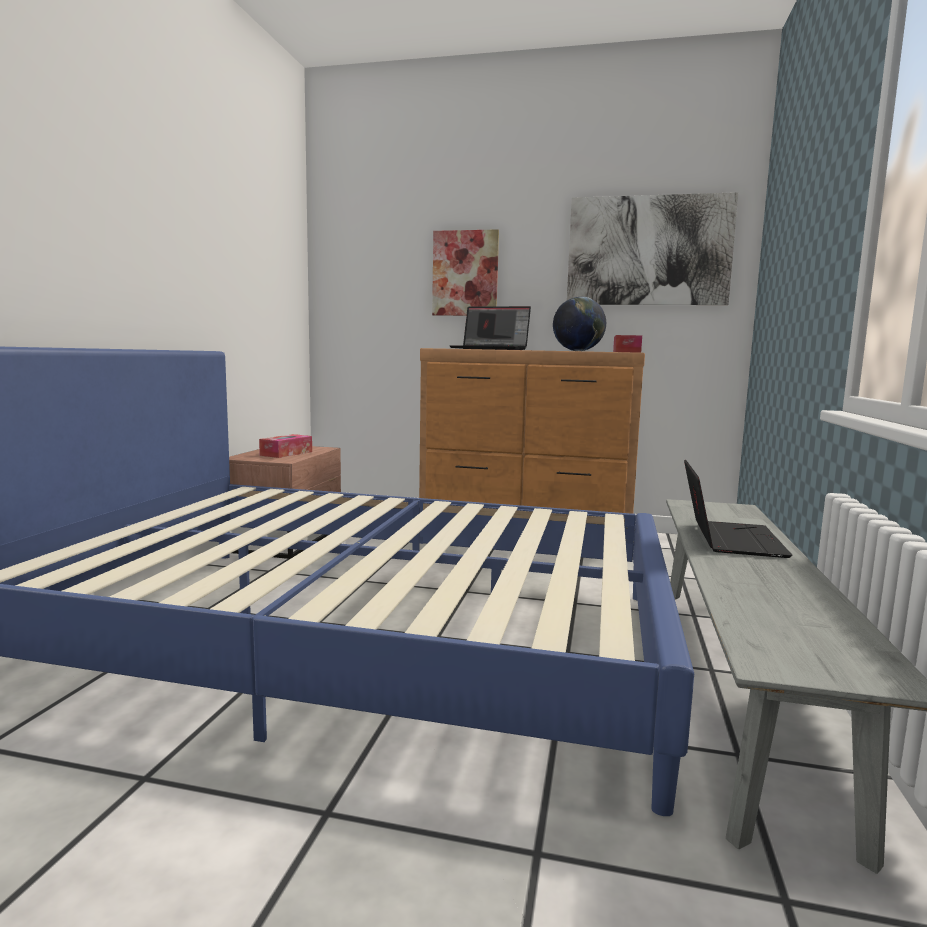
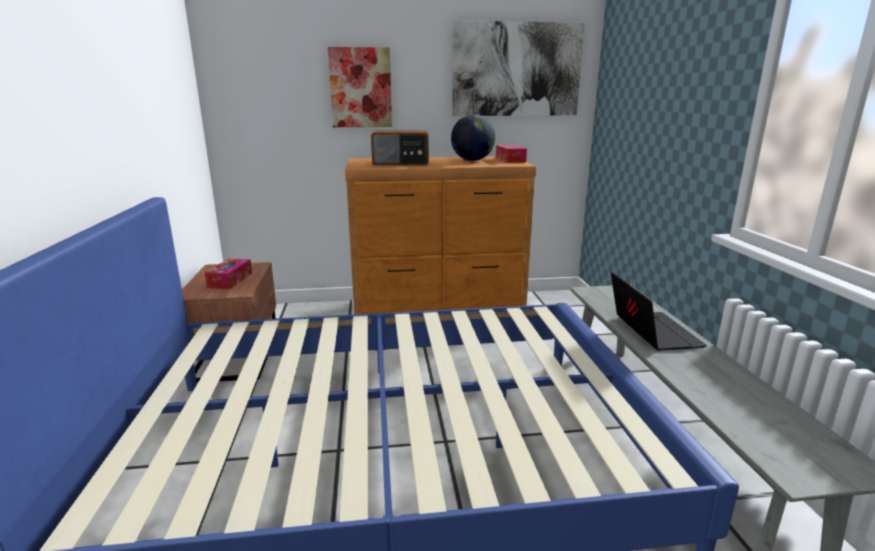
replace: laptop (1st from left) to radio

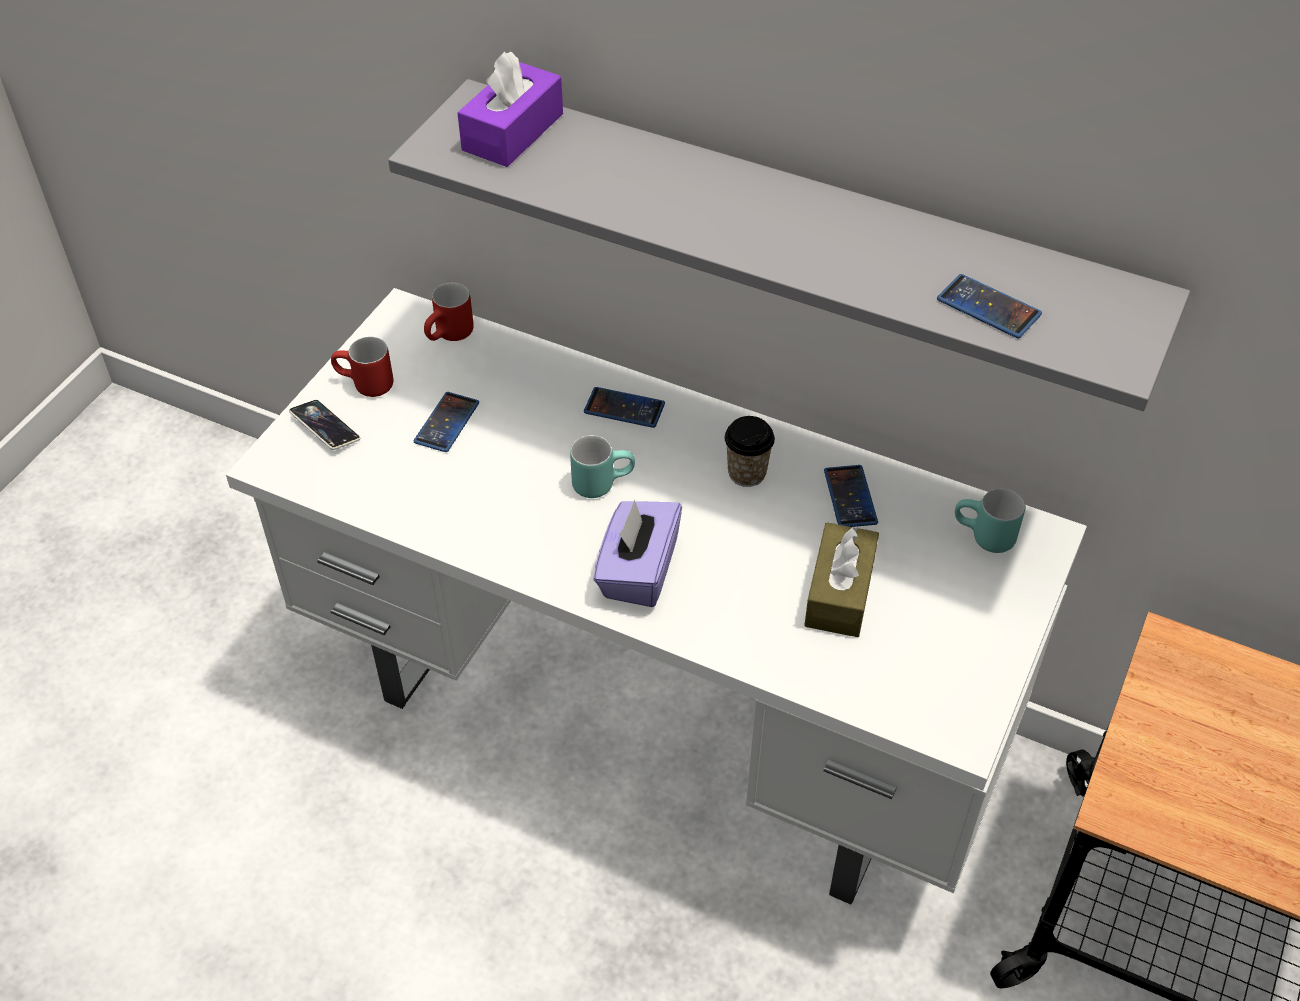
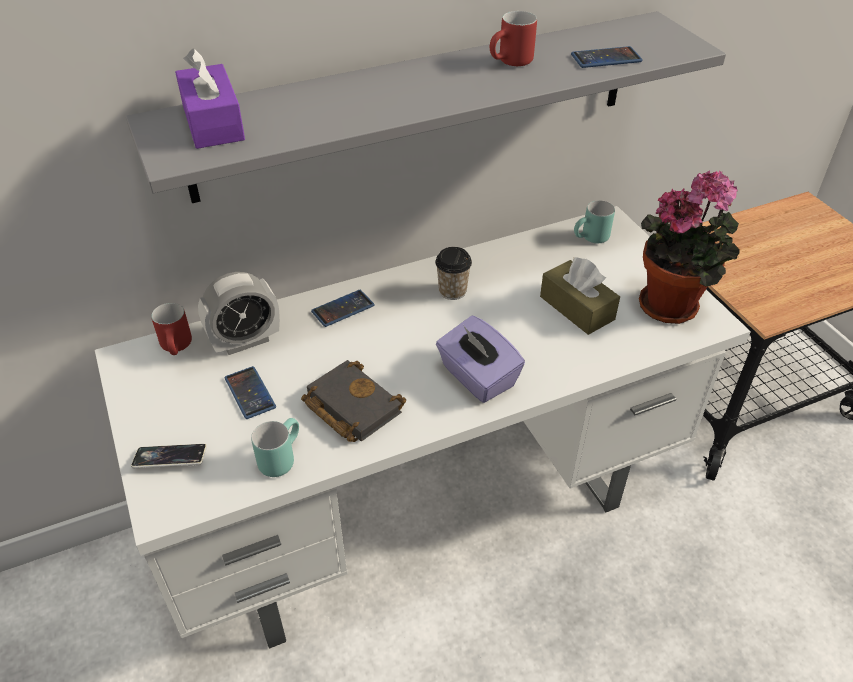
delete: phone (4th from left)
insert: alarm clock; black book; potted plant
move: red mug (1st from left in the first image) to red mug (2nd from left); turquoise mug (1st from left)

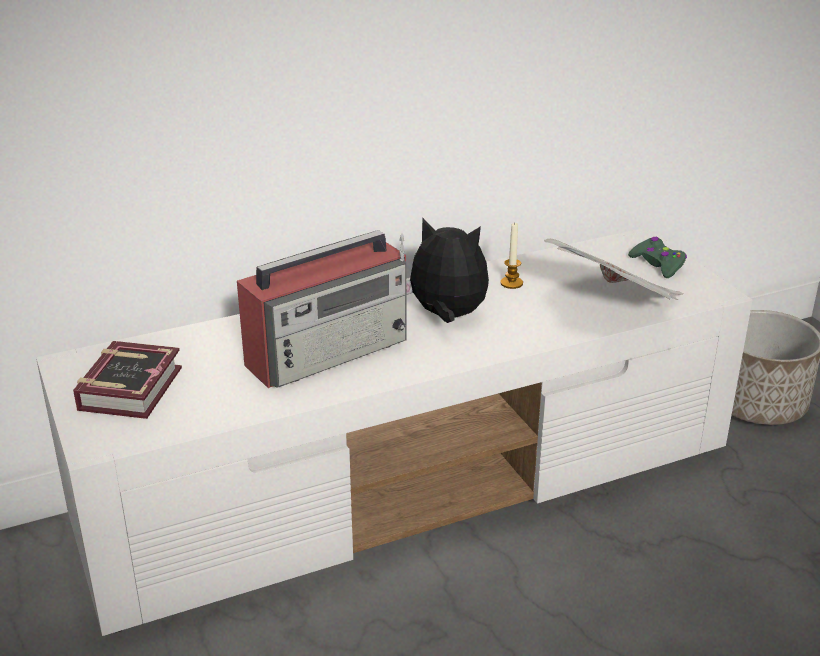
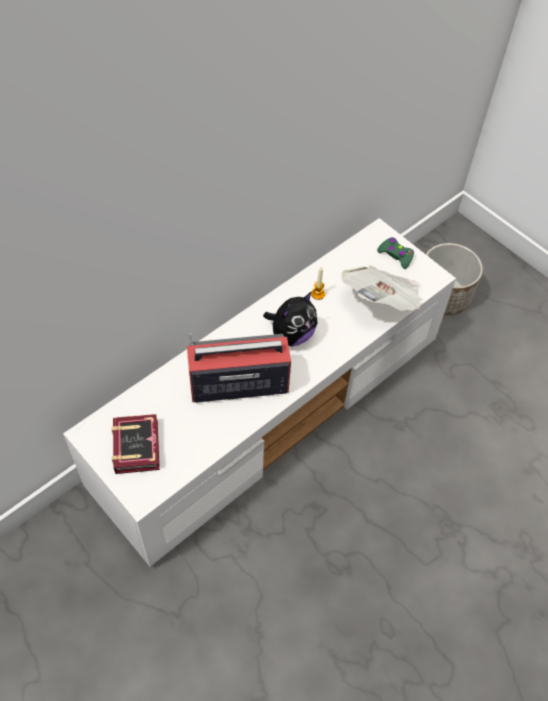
rotate: radio 135 degrees counterclockwise; plush toy 135 degrees clockwise

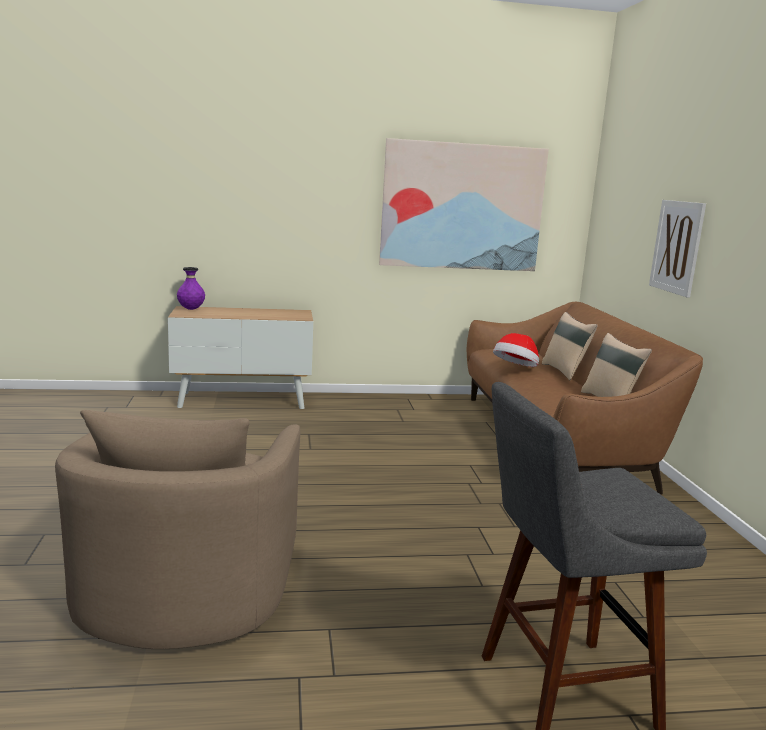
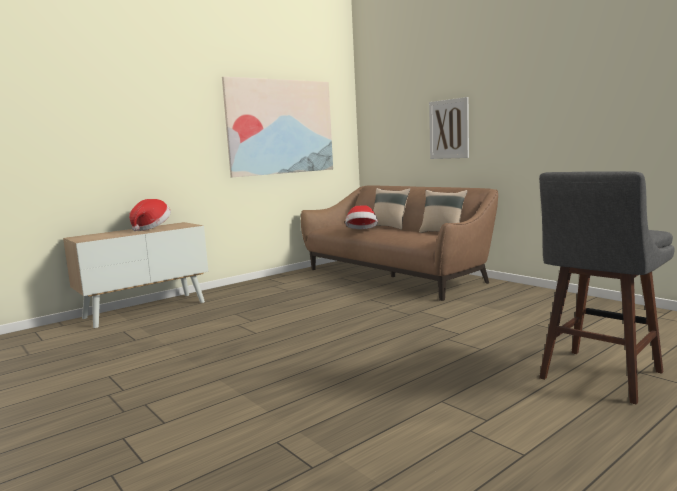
delete: beige armchair; purple vase
insert: hat (1st from left)

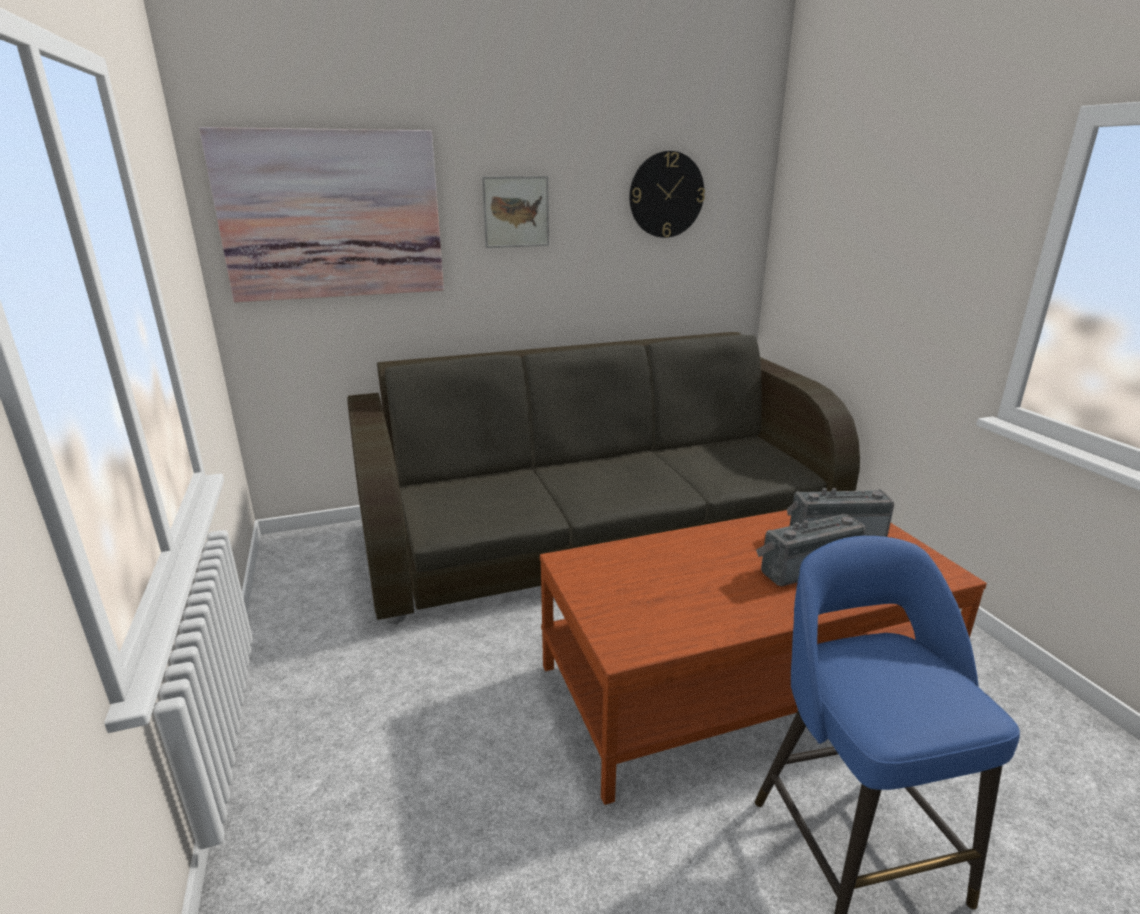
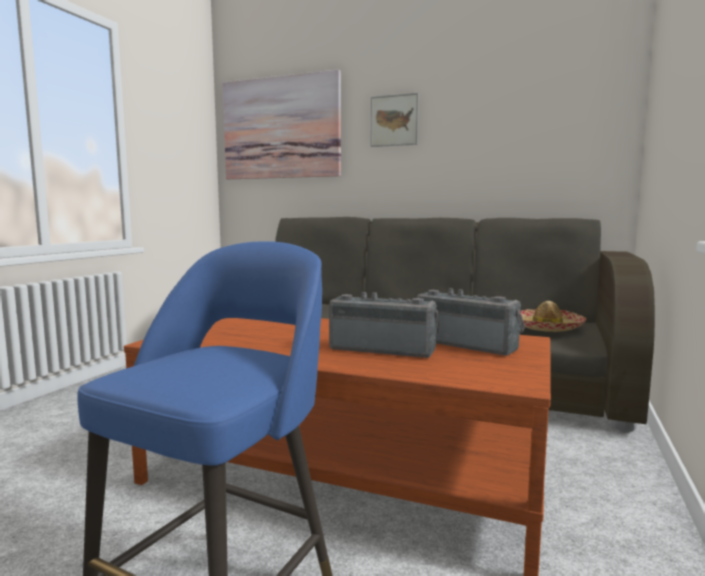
delete: wall clock
insert: hat

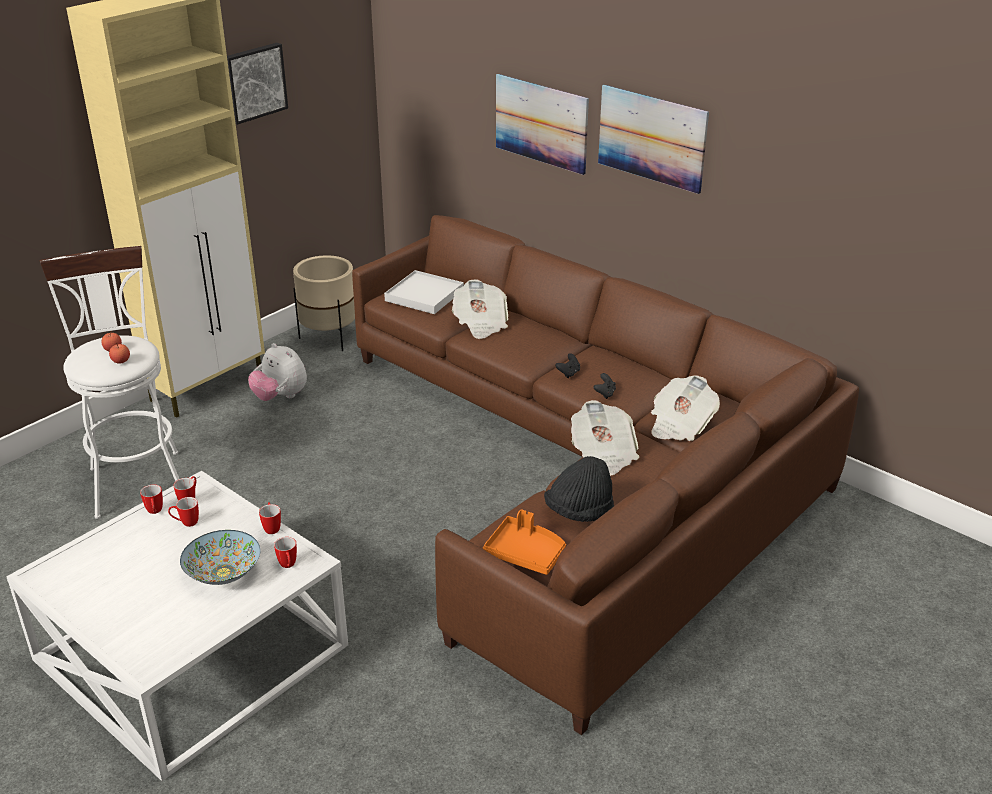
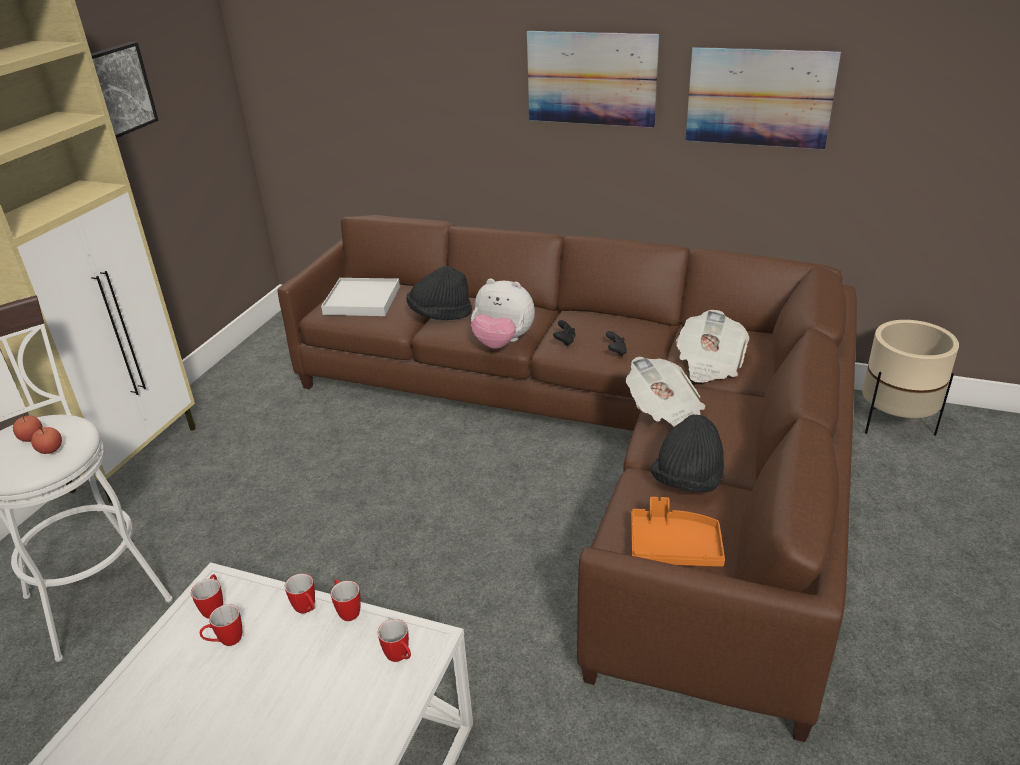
delete: bowl
move: mug (1st from left in the first image) to mug (3rd from left); plush toy; beige planter; picture (2nd from left in the first image) to picture (3rd from left)
replace: newspaper (1st from left) to black hat (1st from left)

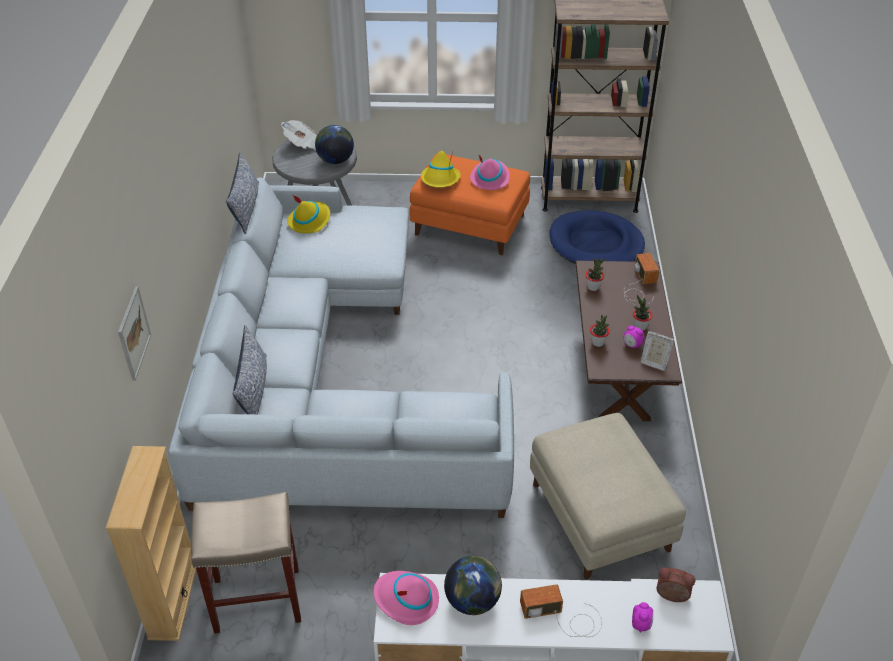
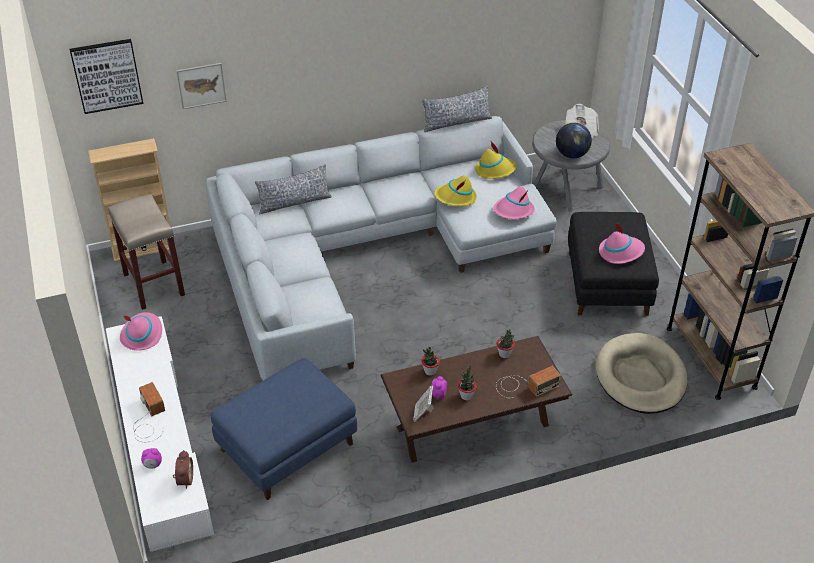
delete: globe (2nd from left)
insert: picture (1st from left); pink hat (2nd from left)
move: yellow hat (2nd from left in the first image) to yellow hat (1st from left)
recolor: orange ottoman to black ottoman; beige ottoman to blue ottoman; blue dog bed to beige dog bed

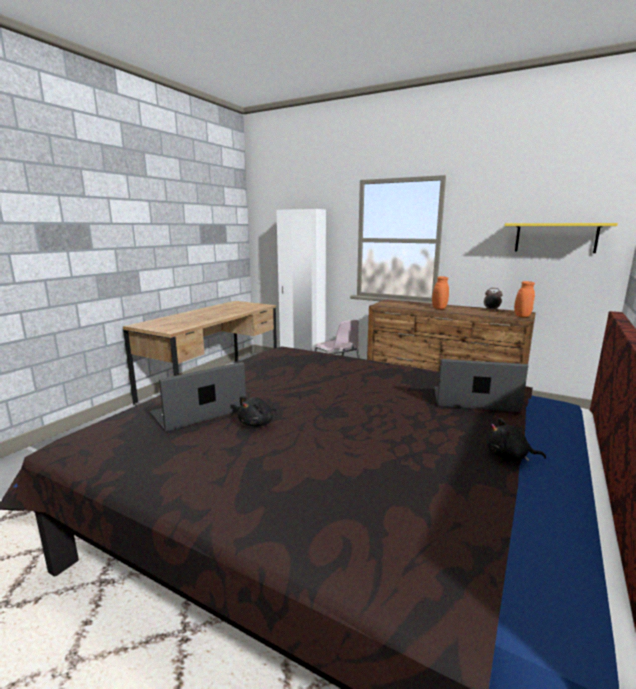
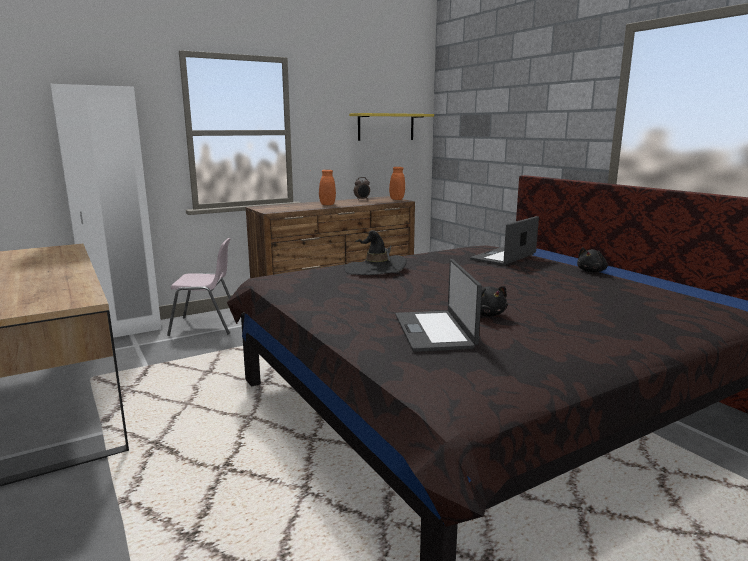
insert: black hat

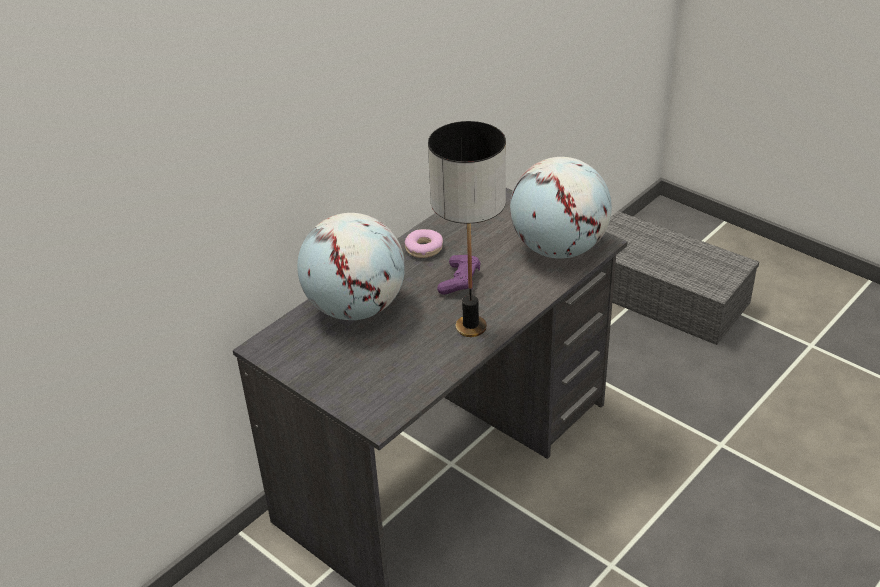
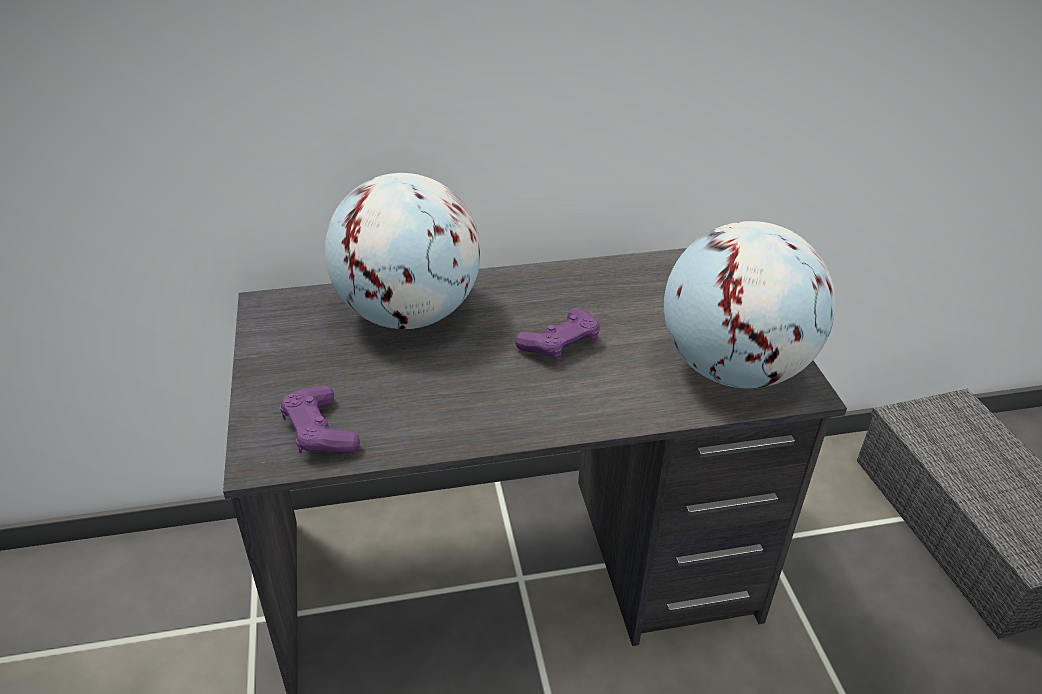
delete: donut; table lamp
insert: purple game controller (1st from left)

